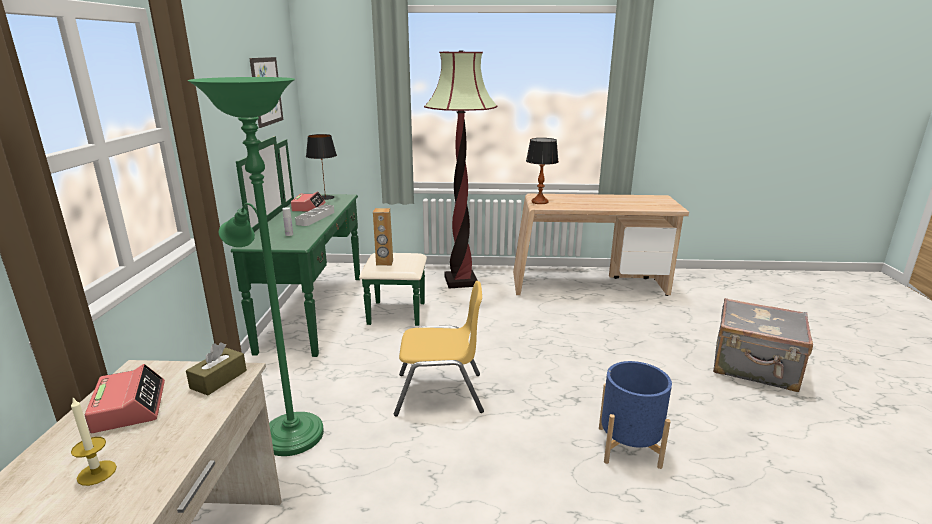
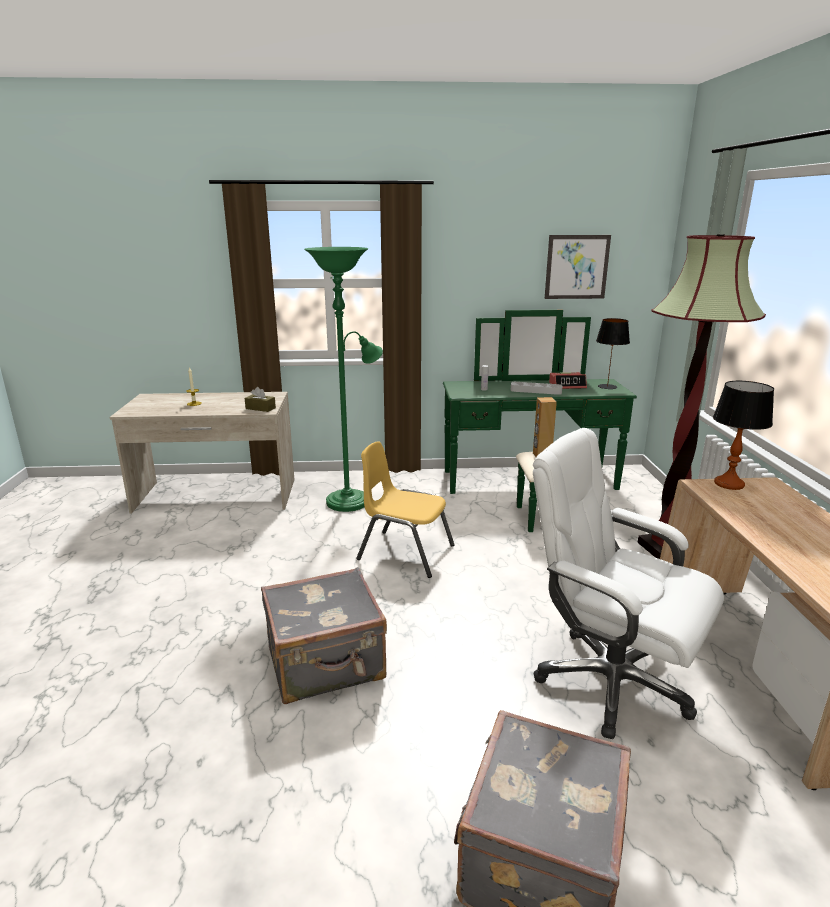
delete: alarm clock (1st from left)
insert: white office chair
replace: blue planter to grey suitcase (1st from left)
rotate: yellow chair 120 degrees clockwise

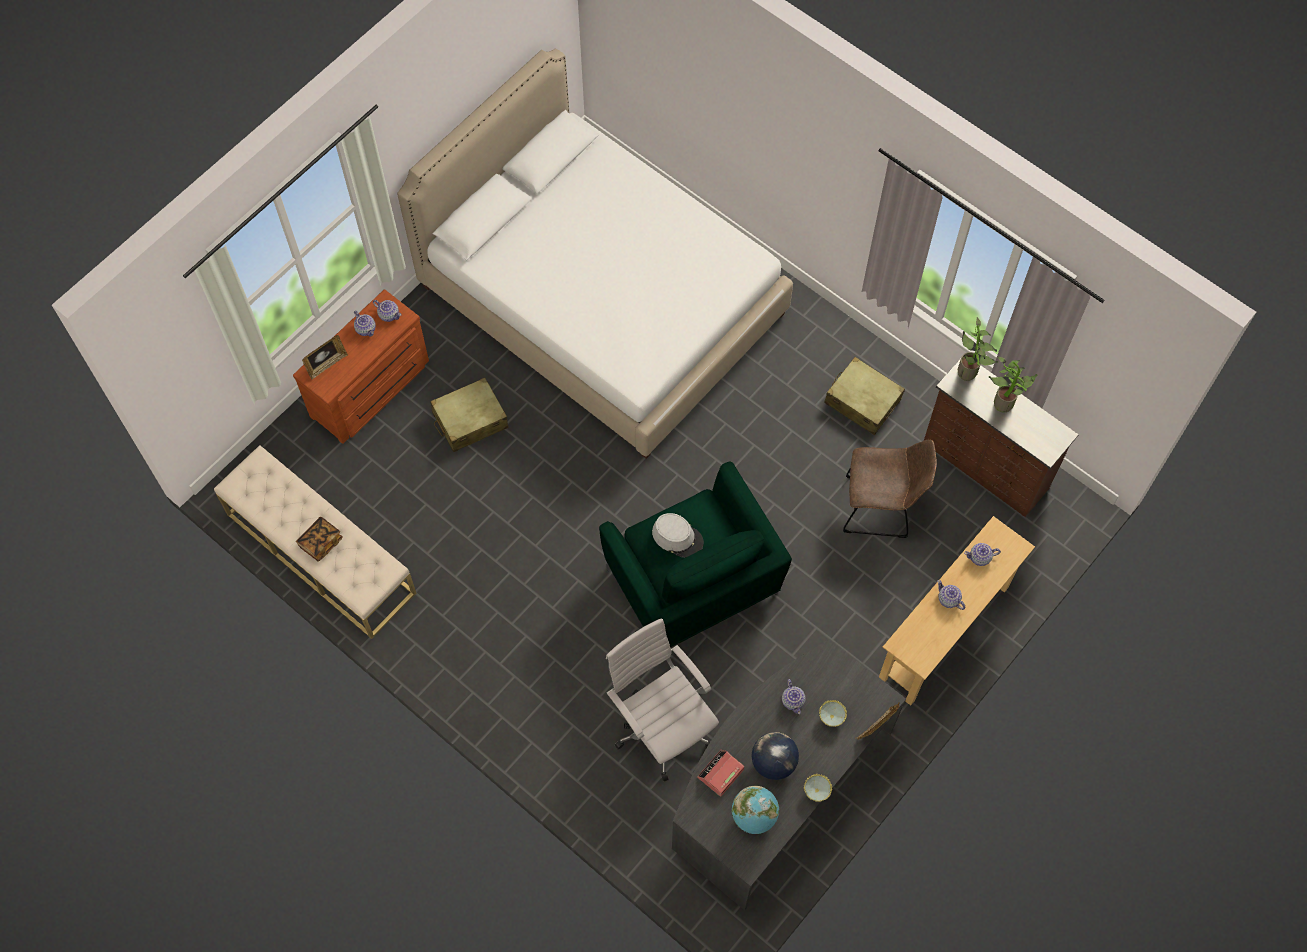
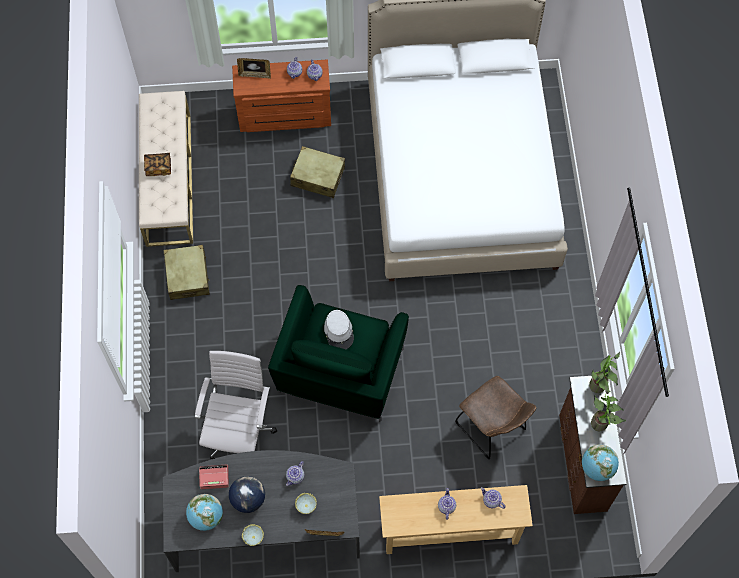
insert: globe (3rd from left)
move: beige suitcase (2nd from left in the first image) to beige suitcase (1st from left)

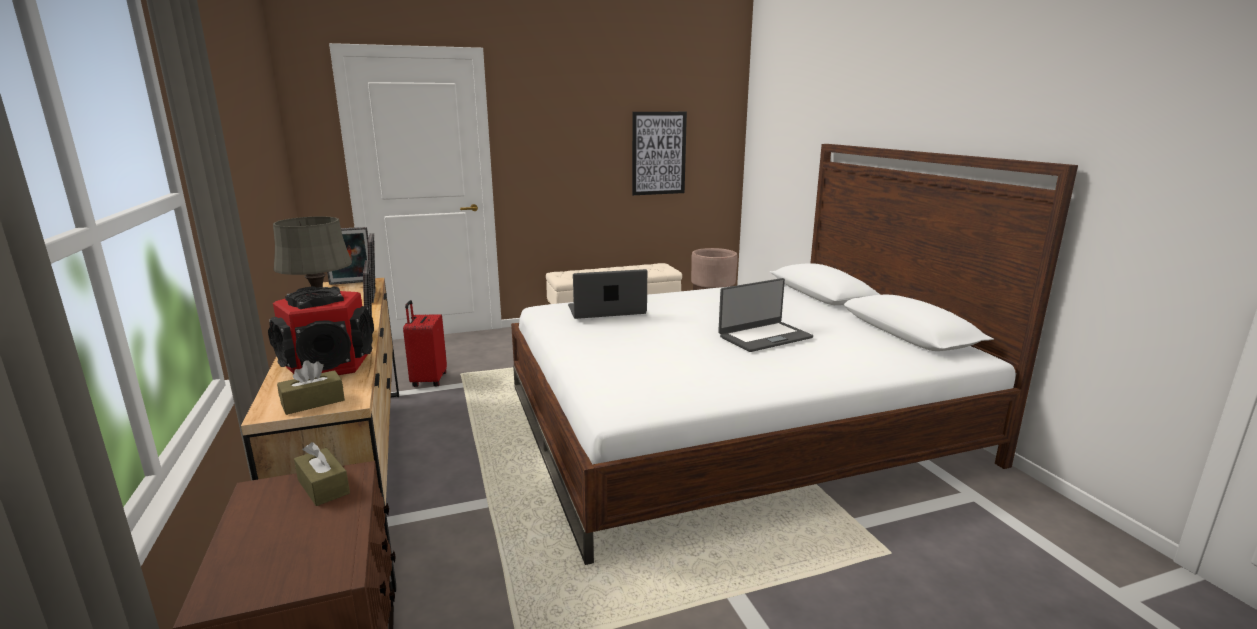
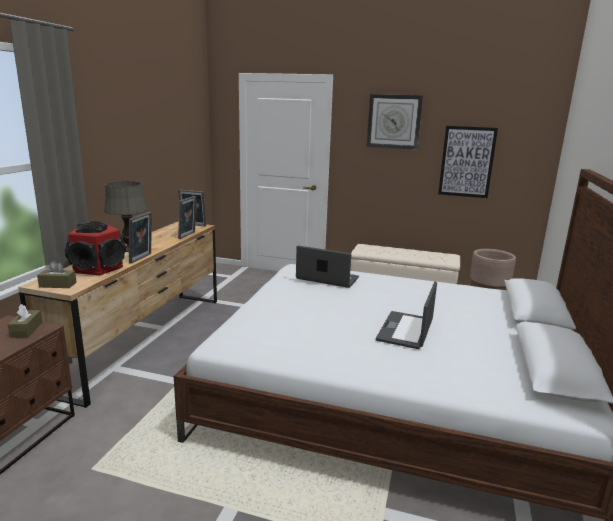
delete: red suitcase
insert: wall clock
rotate: laptop (2nd from left) 105 degrees clockwise

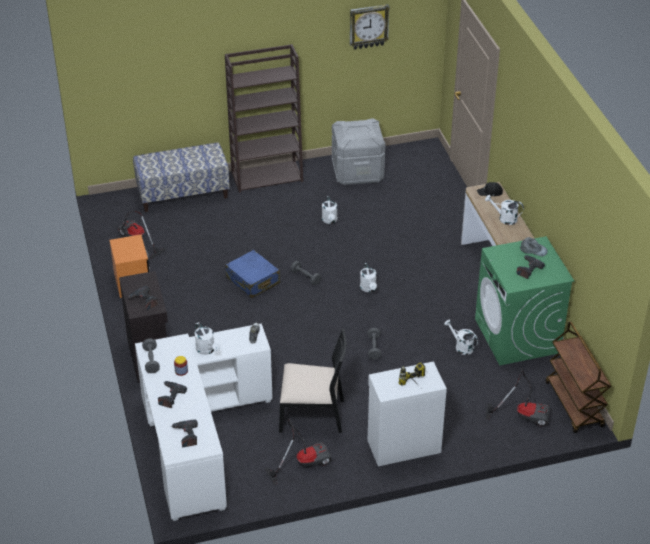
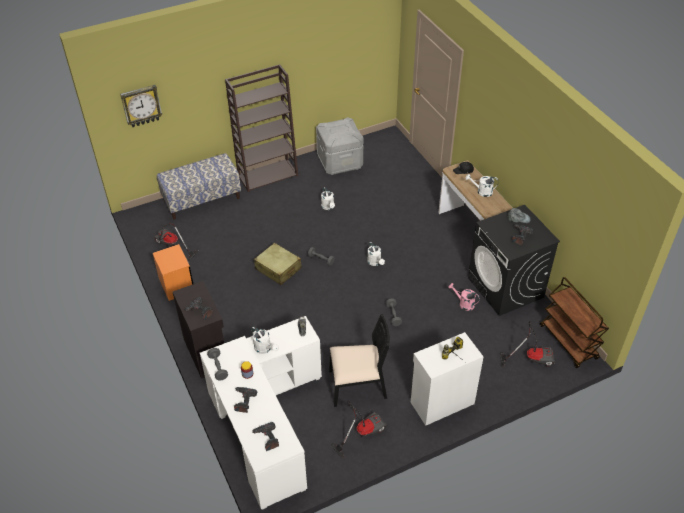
move: wall clock
recolor: blue suitcase to beige suitcase; white watering can (4th from left) to pink watering can; green washing machine to black washing machine

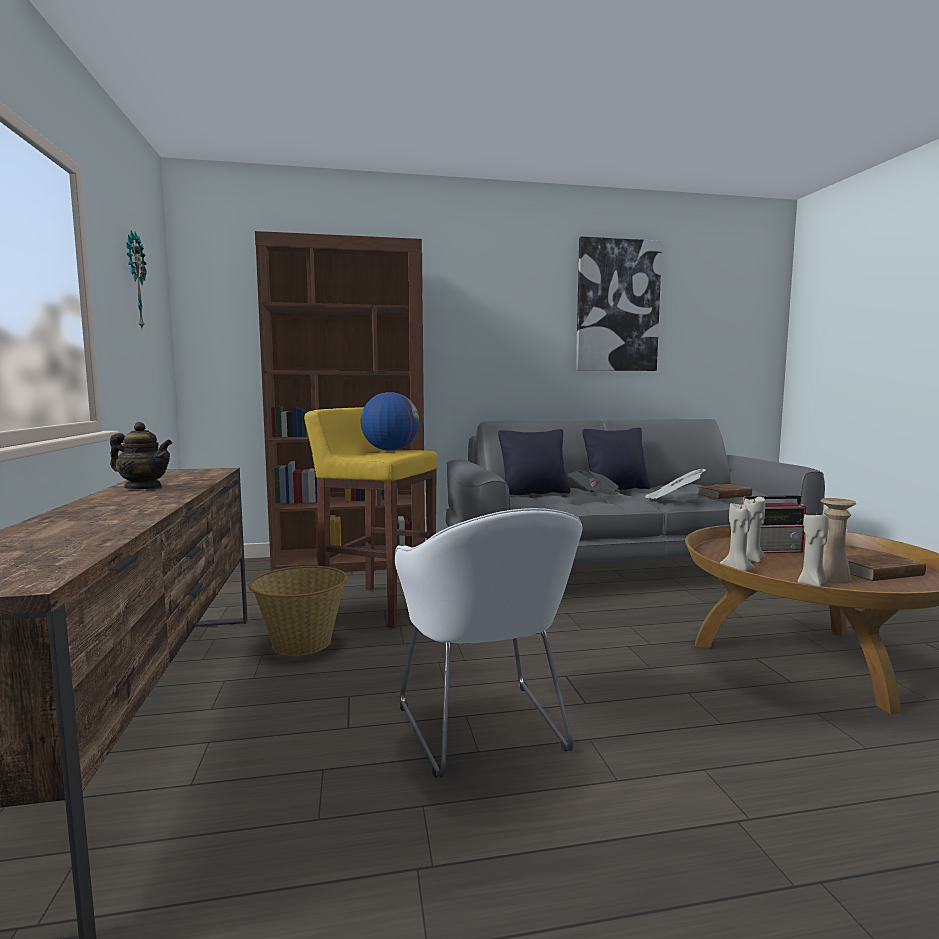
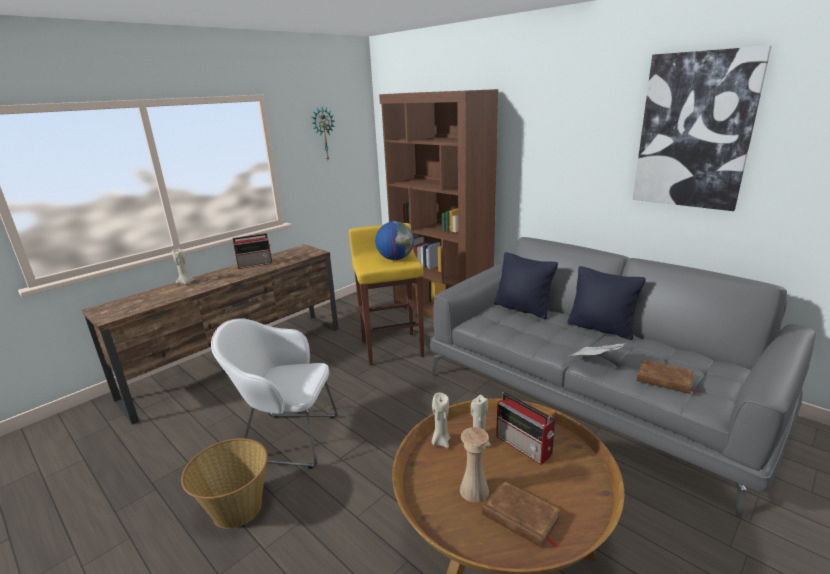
delete: newspaper (1st from left)
move: basket; beige candle (3rd from left in the first image) to beige candle (1st from left)
replace: teapot to radio (1st from left)
rotate: white armchair 60 degrees clockwise

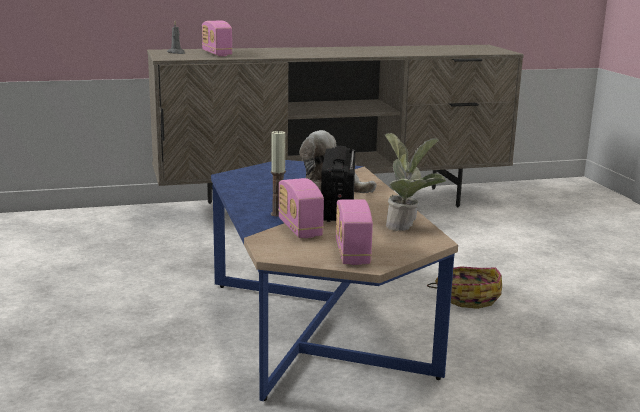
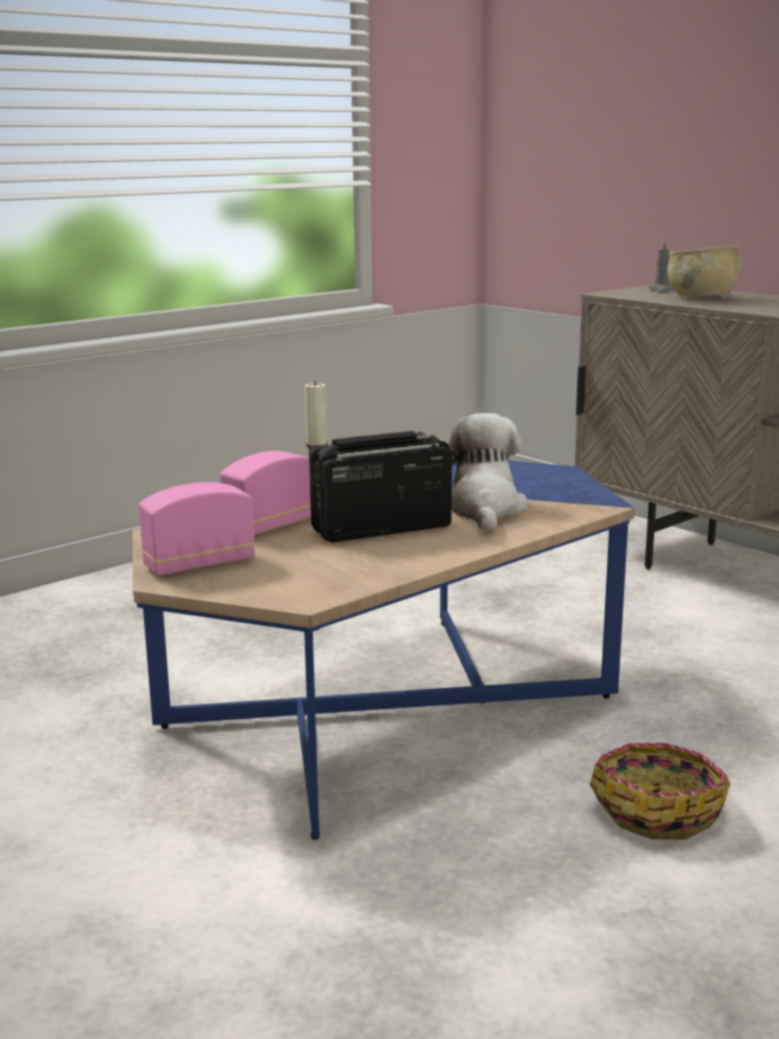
delete: potted plant
replace: radio (1st from left) to beige bowl

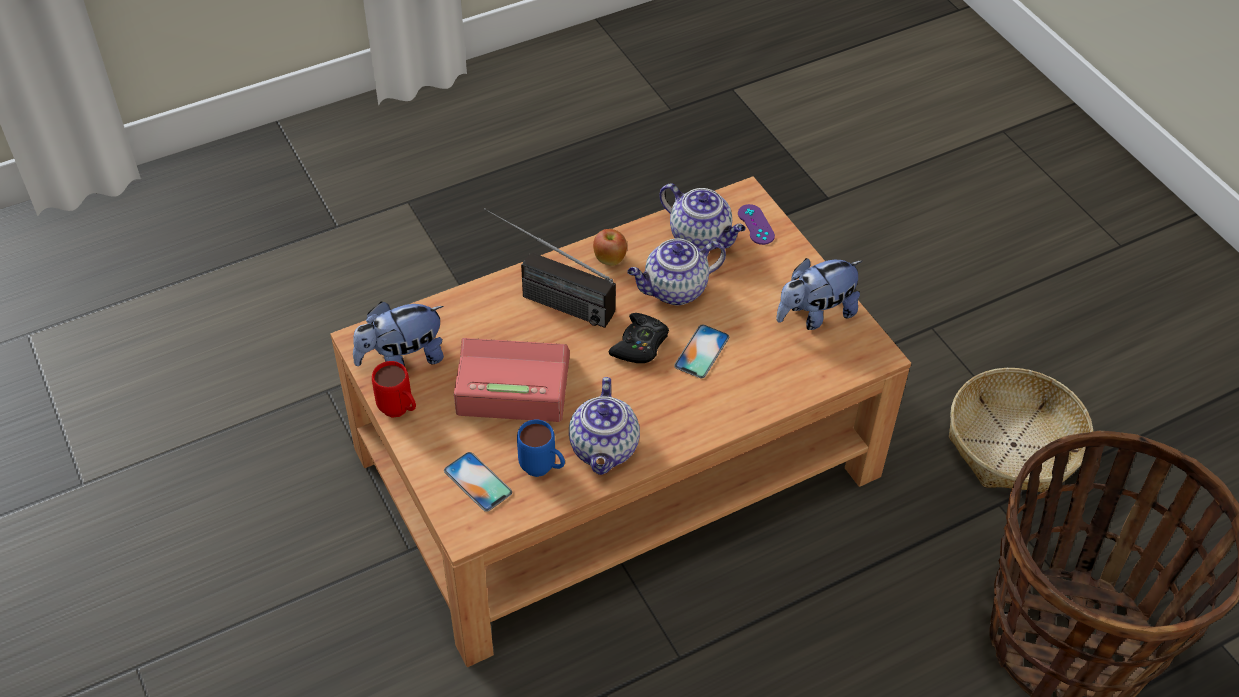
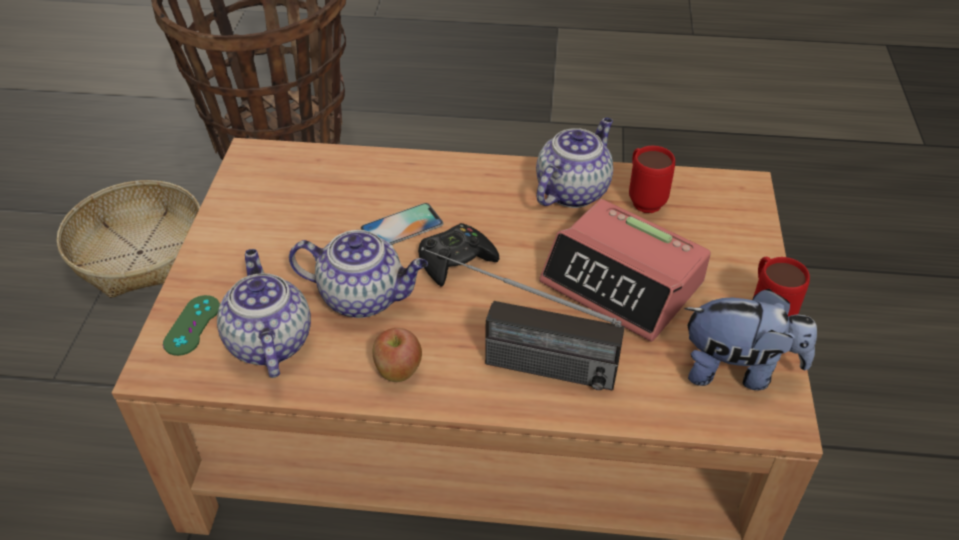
delete: phone (1st from left); plush toy (2nd from left)
recolor: blue mug to red mug (1st from left); purple game controller to green game controller
rotate: radio 135 degrees clockwise

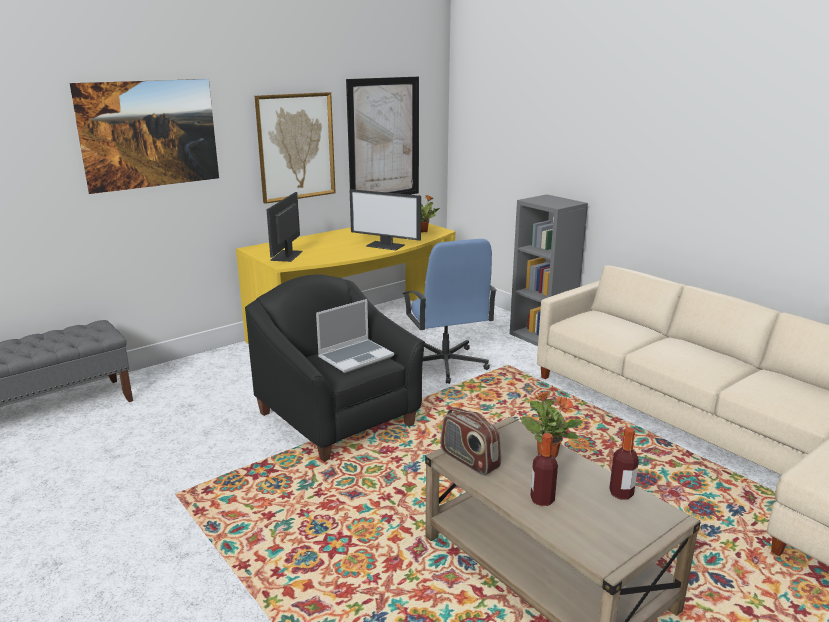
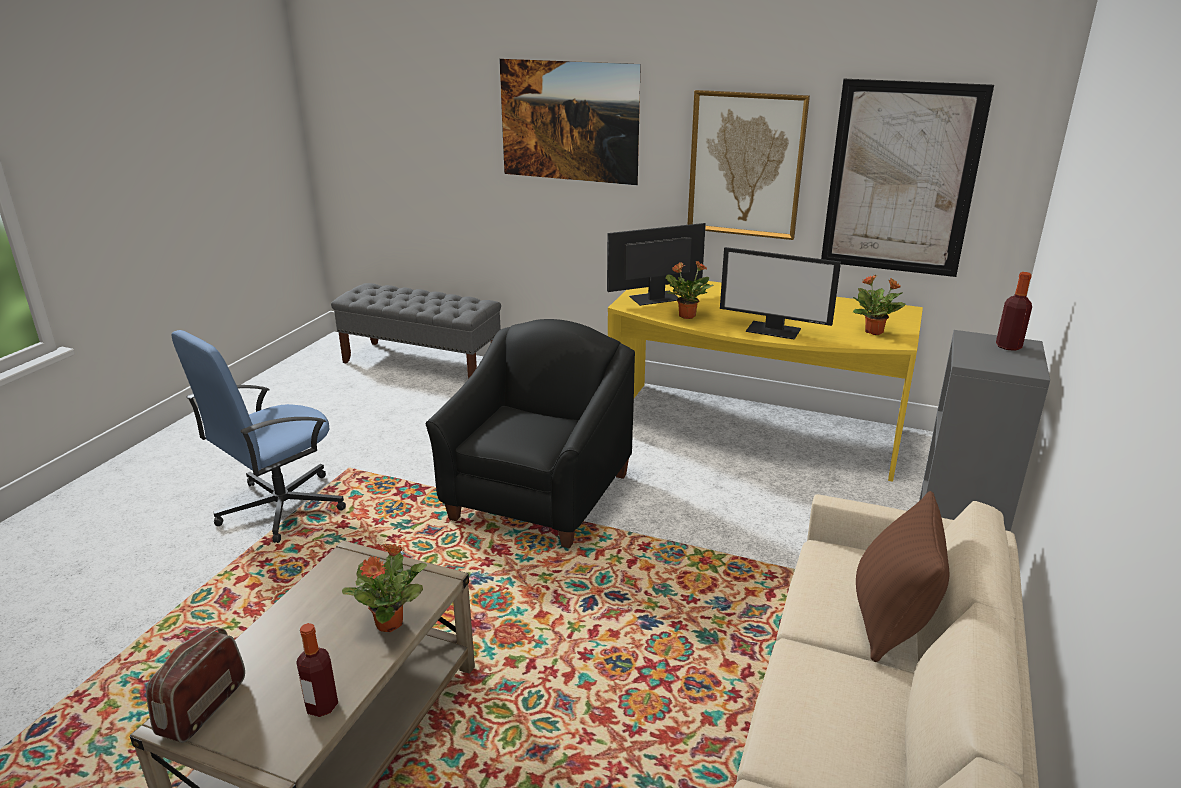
delete: laptop
insert: potted plant (2nd from left); brown pillow
move: blue office chair; radio; bottle (1st from left in the first image) to bottle (2nd from left)
rotate: monitor (2nd from left) 60 degrees counterclockwise

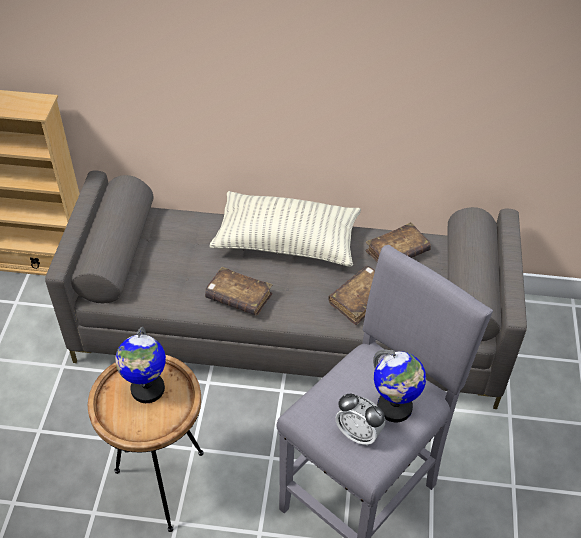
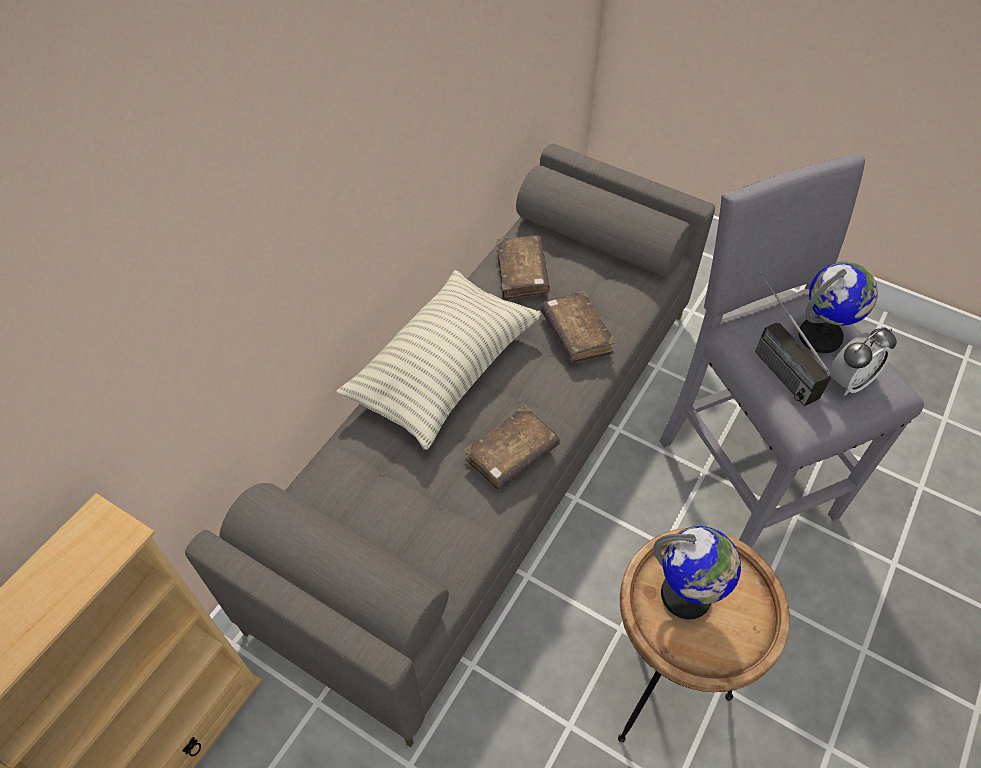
insert: radio

